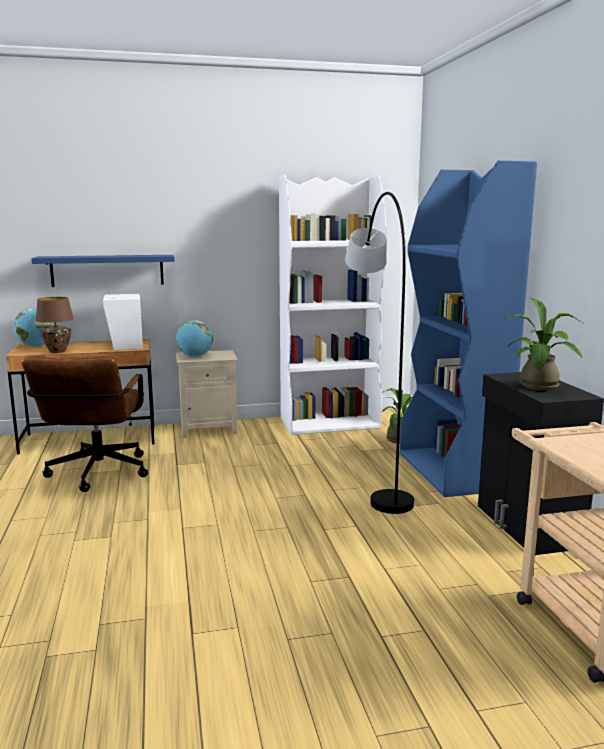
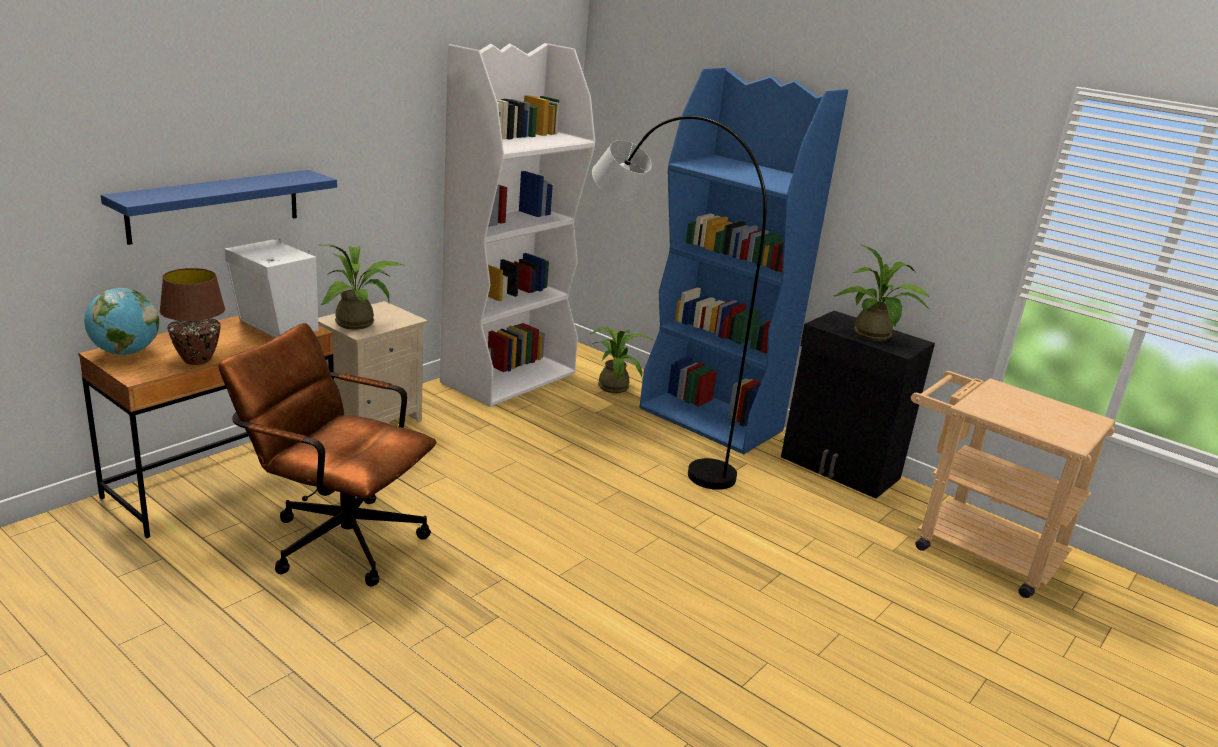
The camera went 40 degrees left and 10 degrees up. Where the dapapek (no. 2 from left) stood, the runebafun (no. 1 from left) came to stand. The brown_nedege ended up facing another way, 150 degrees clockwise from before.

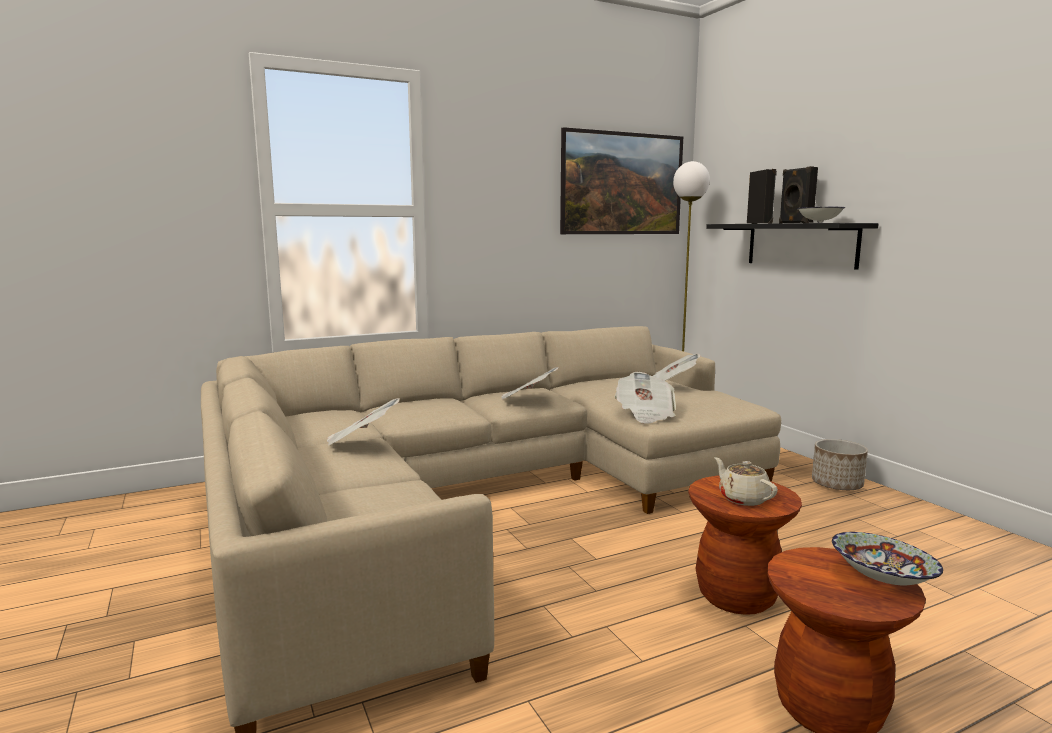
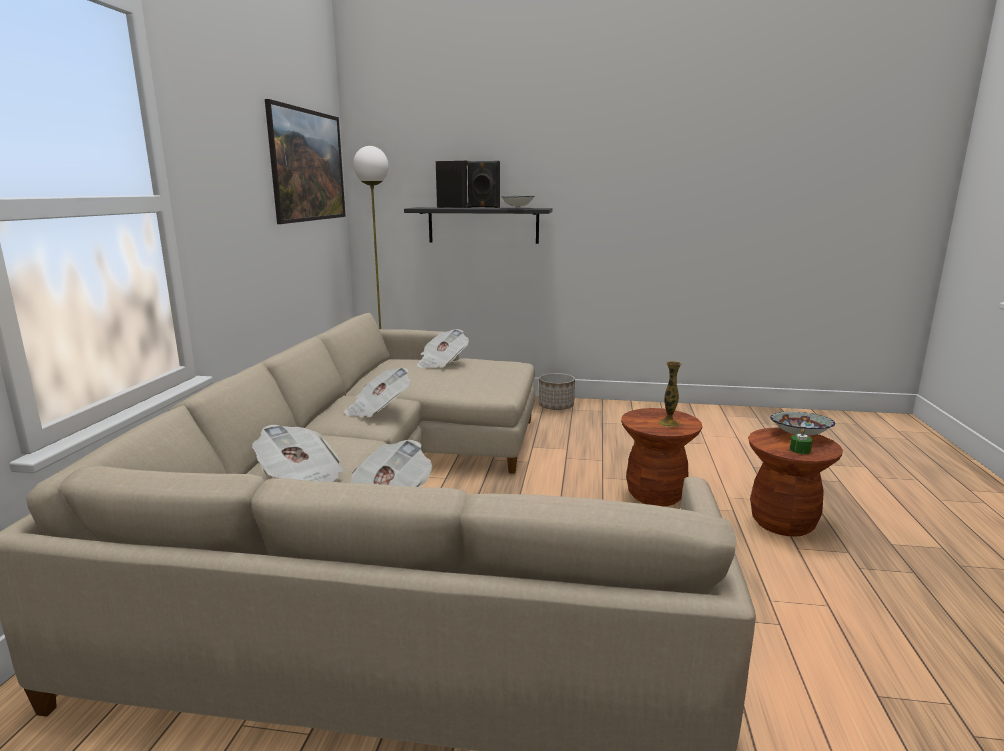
The camera went 55 degrees left and 5 degrees up. The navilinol (no. 3 from left in the first image) ended up elsewhere. Where the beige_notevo stood, the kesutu came to stand. The second view gained the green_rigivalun.

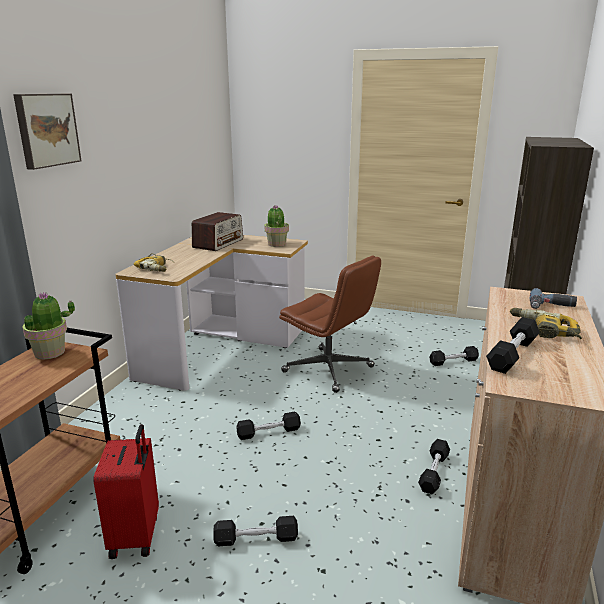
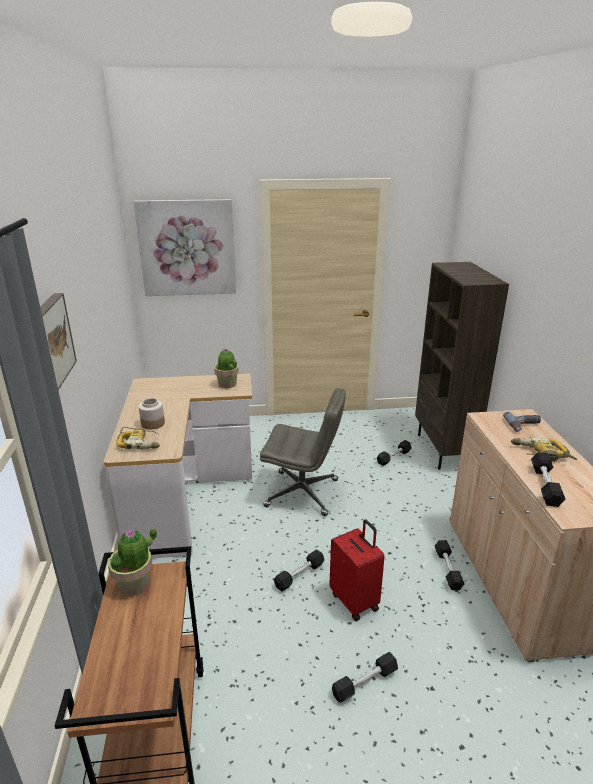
The camera went 25 degrees left and 5 degrees up. The second view lost the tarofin. What was the brown_nedege turned into the grey_nedege. The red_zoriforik ended up elsewhere. The second view gained the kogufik (no. 2 from left). The second view gained the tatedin.

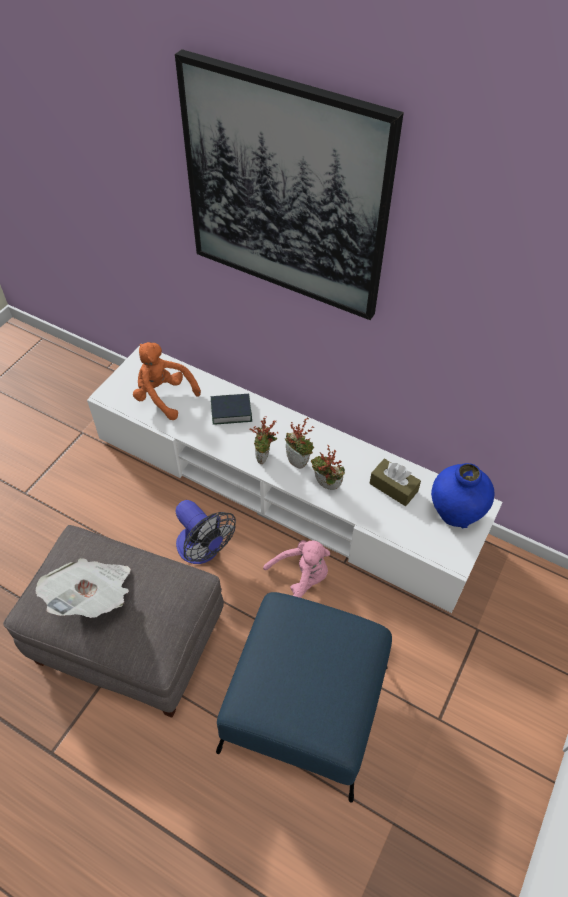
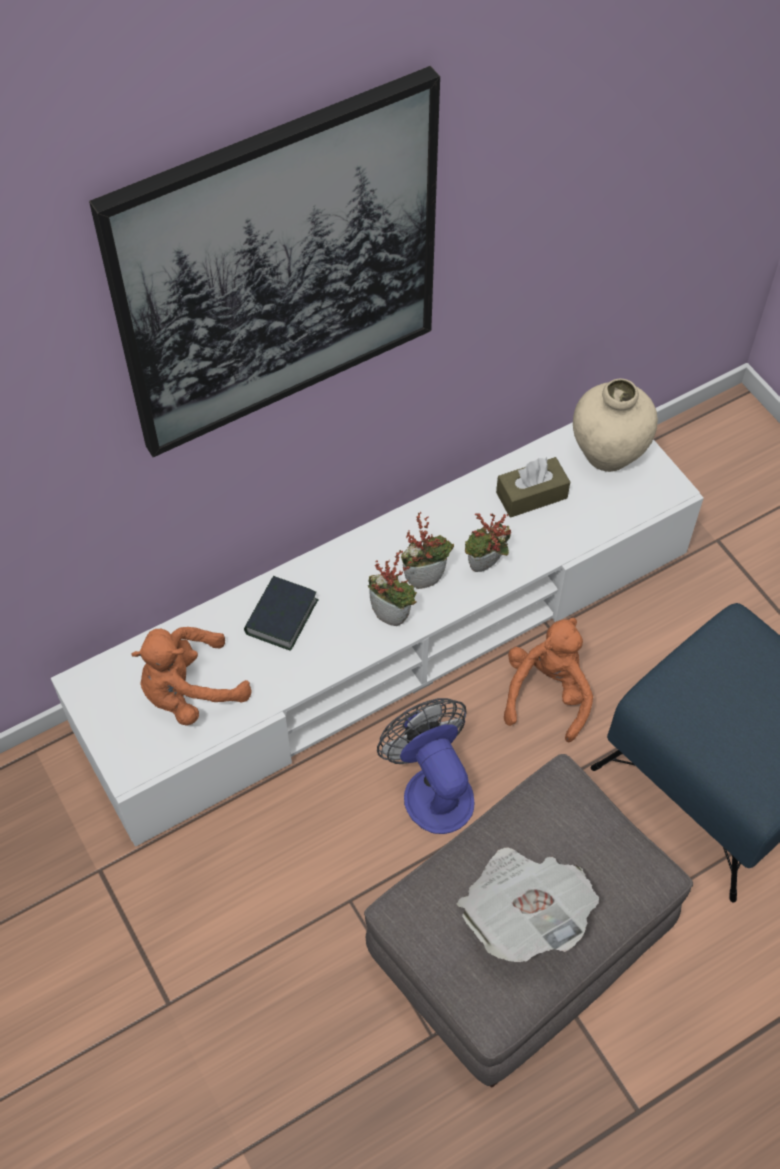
The camera went 60 degrees left and 5 degrees up. What was the blue_kesutu turned into the beige_kesutu. The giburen ended up facing another way, 105 degrees counterclockwise from before. What was the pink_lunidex turned into the orange_lunidex (no. 2 from left).

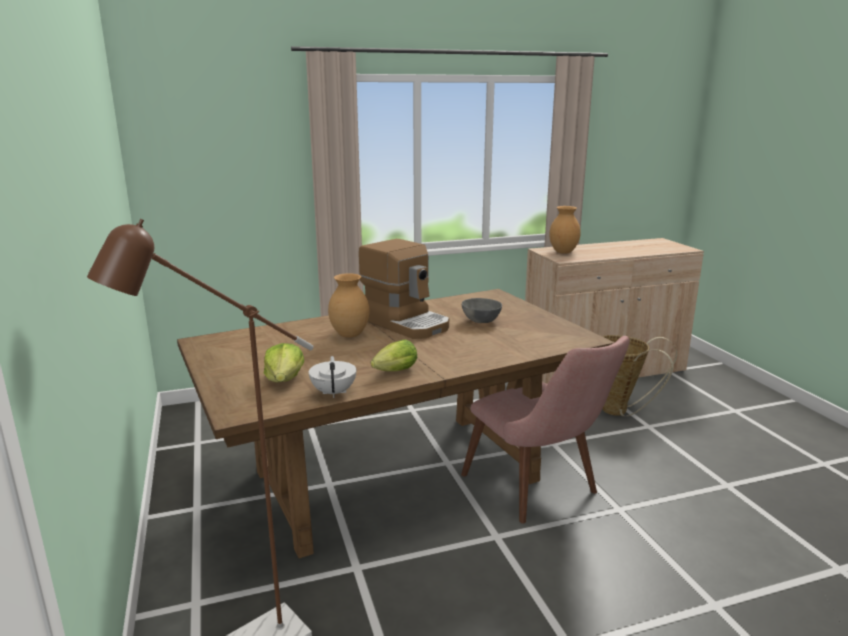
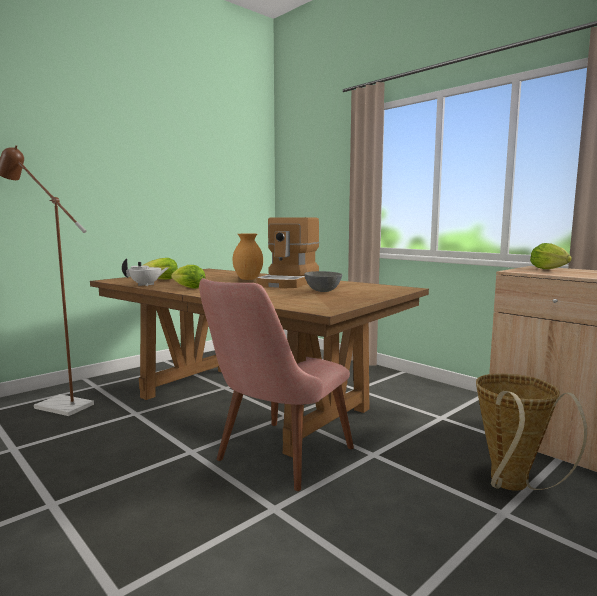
The camera went 65 degrees right and 10 degrees down. Where the brown_kesutu (no. 2 from left) stood, the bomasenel (no. 3 from left) came to stand.

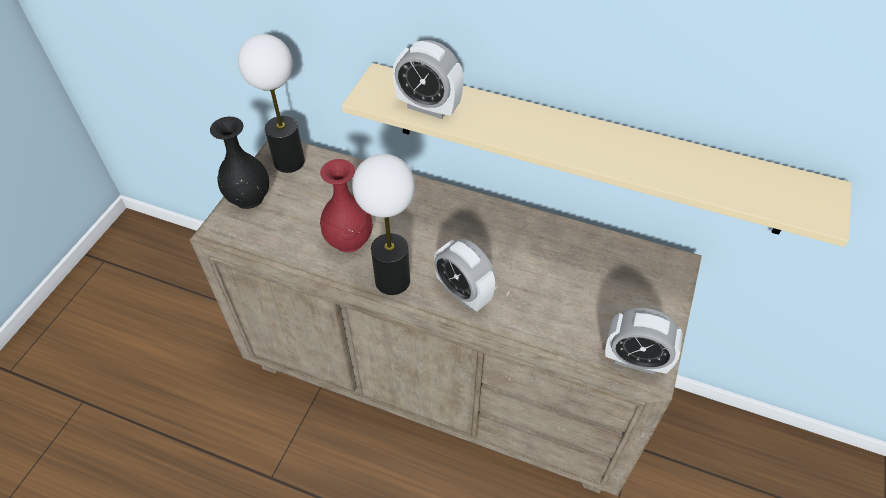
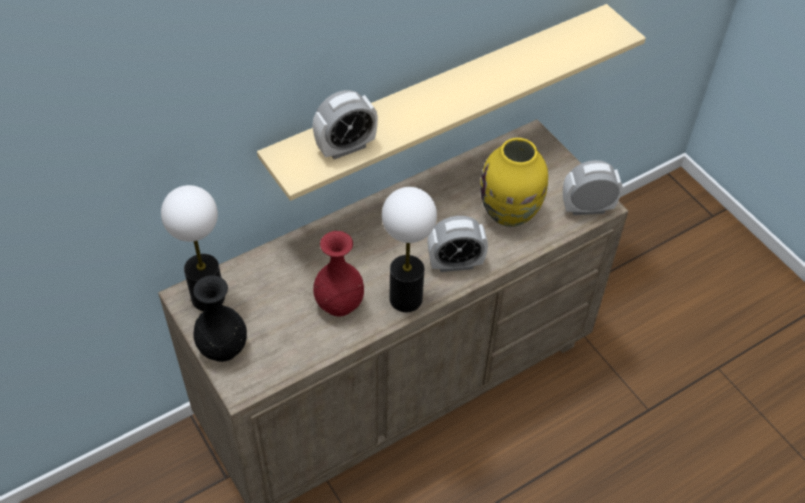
The camera went 55 degrees left and 0 degrees up. The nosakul (no. 3 from left) ended up facing another way, 150 degrees counterclockwise from before. The second view gained the yellow_kesutu.

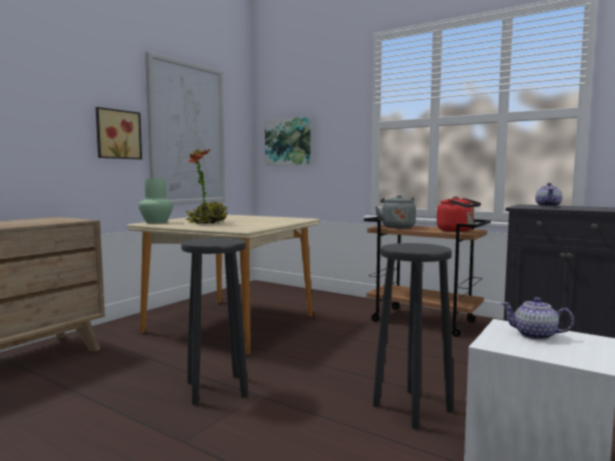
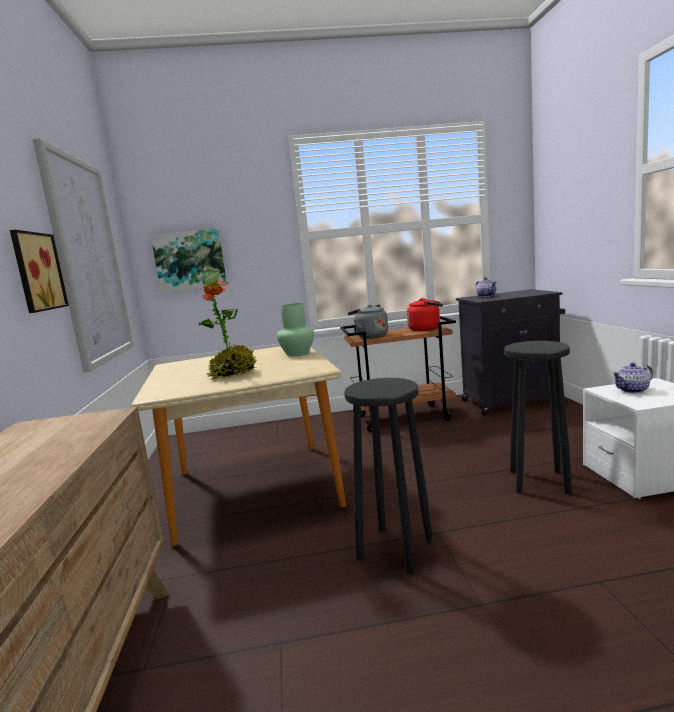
The camera went 40 degrees left and 5 degrees up. The green_kesutu ended up elsewhere.

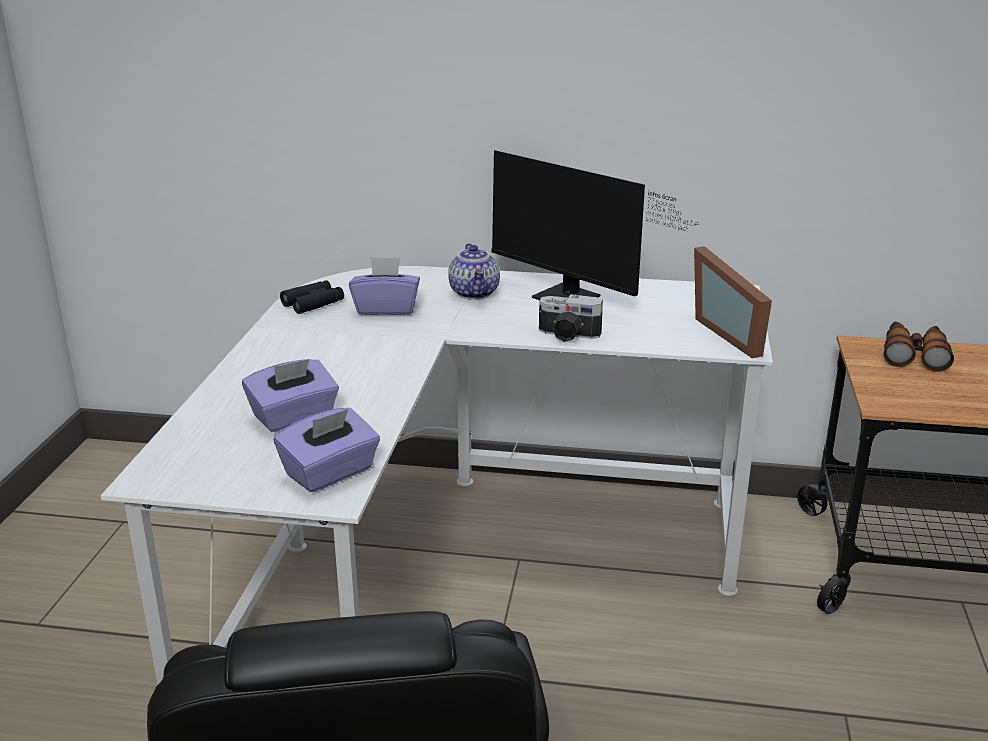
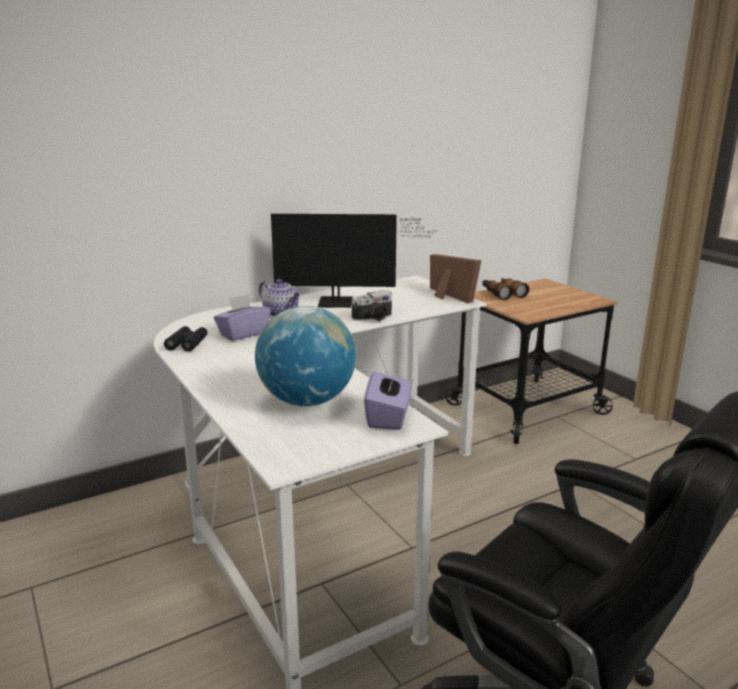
The camera went 40 degrees left and 5 degrees down. The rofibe ended up facing another way, 150 degrees counterclockwise from before. Where the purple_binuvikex (no. 1 from left) stood, the dapapek came to stand.

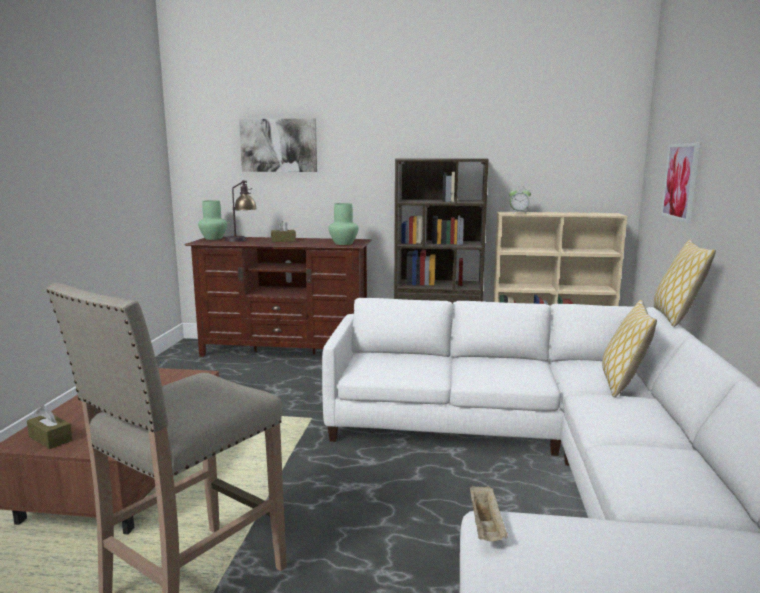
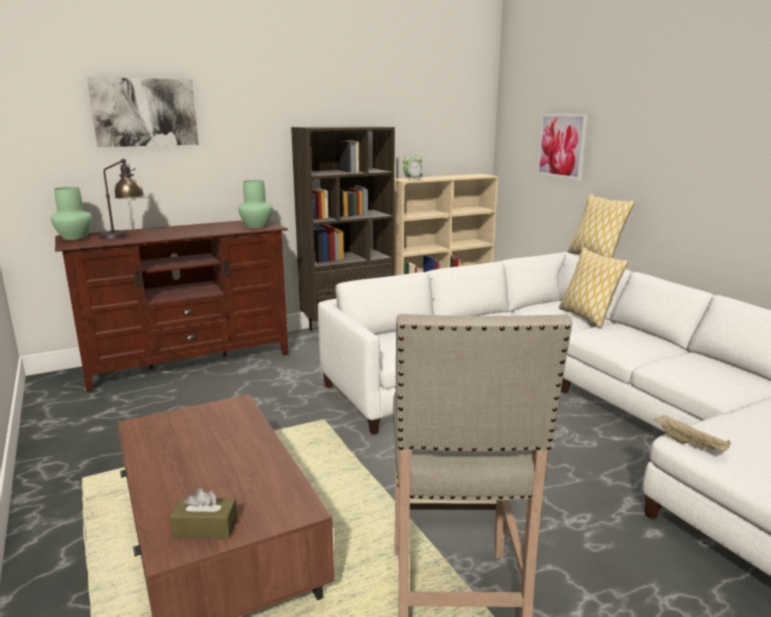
The camera went 35 degrees left and 5 degrees up. The second view lost the brown_binuvikex (no. 2 from left).

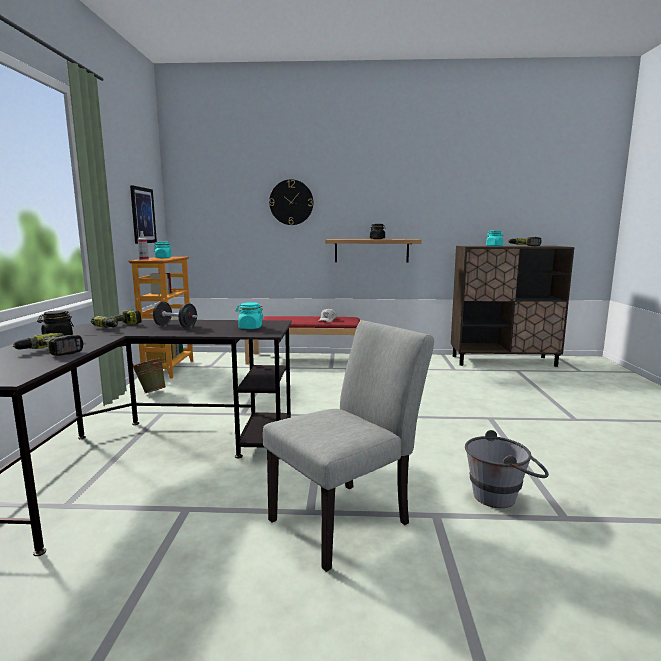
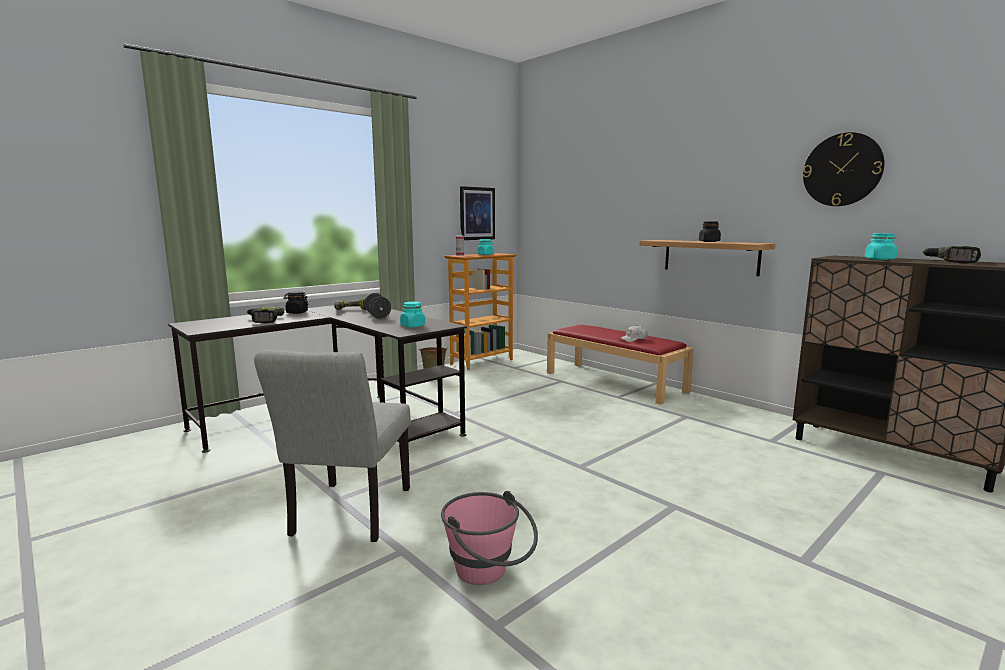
The camera went 45 degrees right and 0 degrees up. The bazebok ended up elsewhere. The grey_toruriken ended up facing another way, 90 degrees clockwise from before. What was the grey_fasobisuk turned into the pink_fasobisuk.

